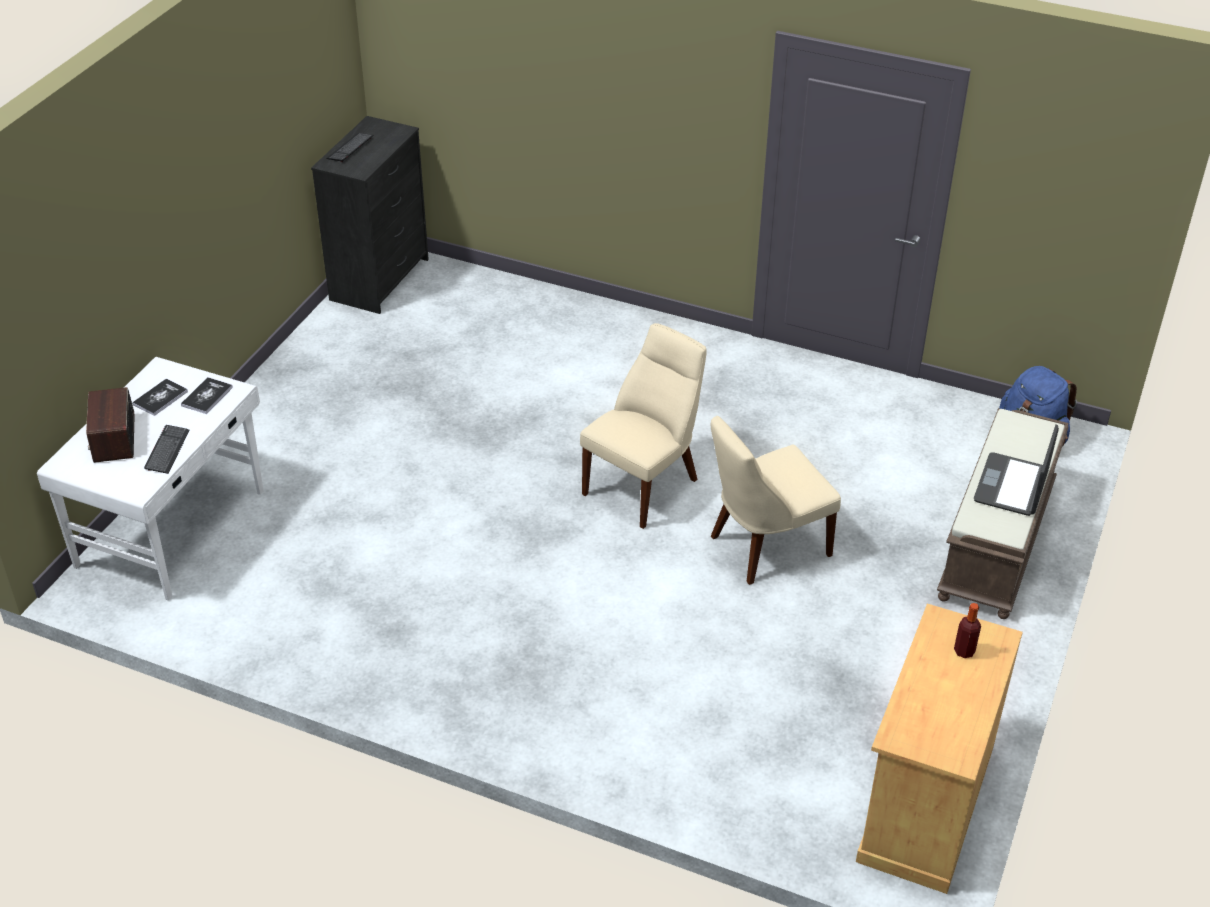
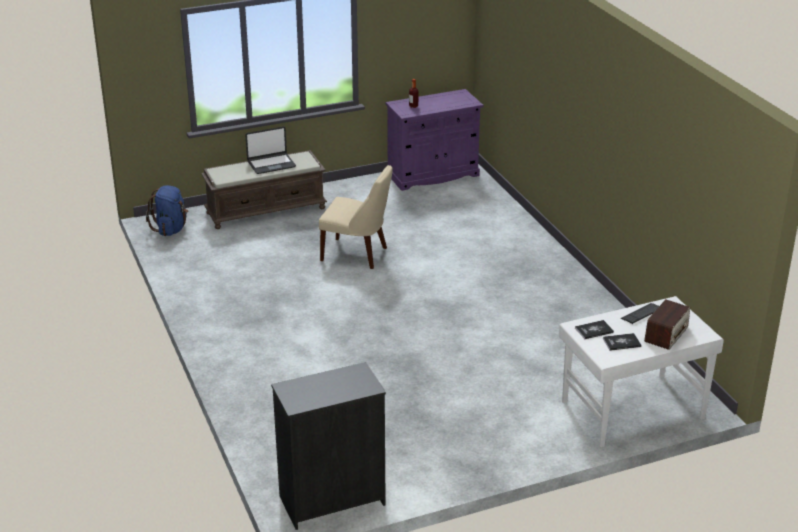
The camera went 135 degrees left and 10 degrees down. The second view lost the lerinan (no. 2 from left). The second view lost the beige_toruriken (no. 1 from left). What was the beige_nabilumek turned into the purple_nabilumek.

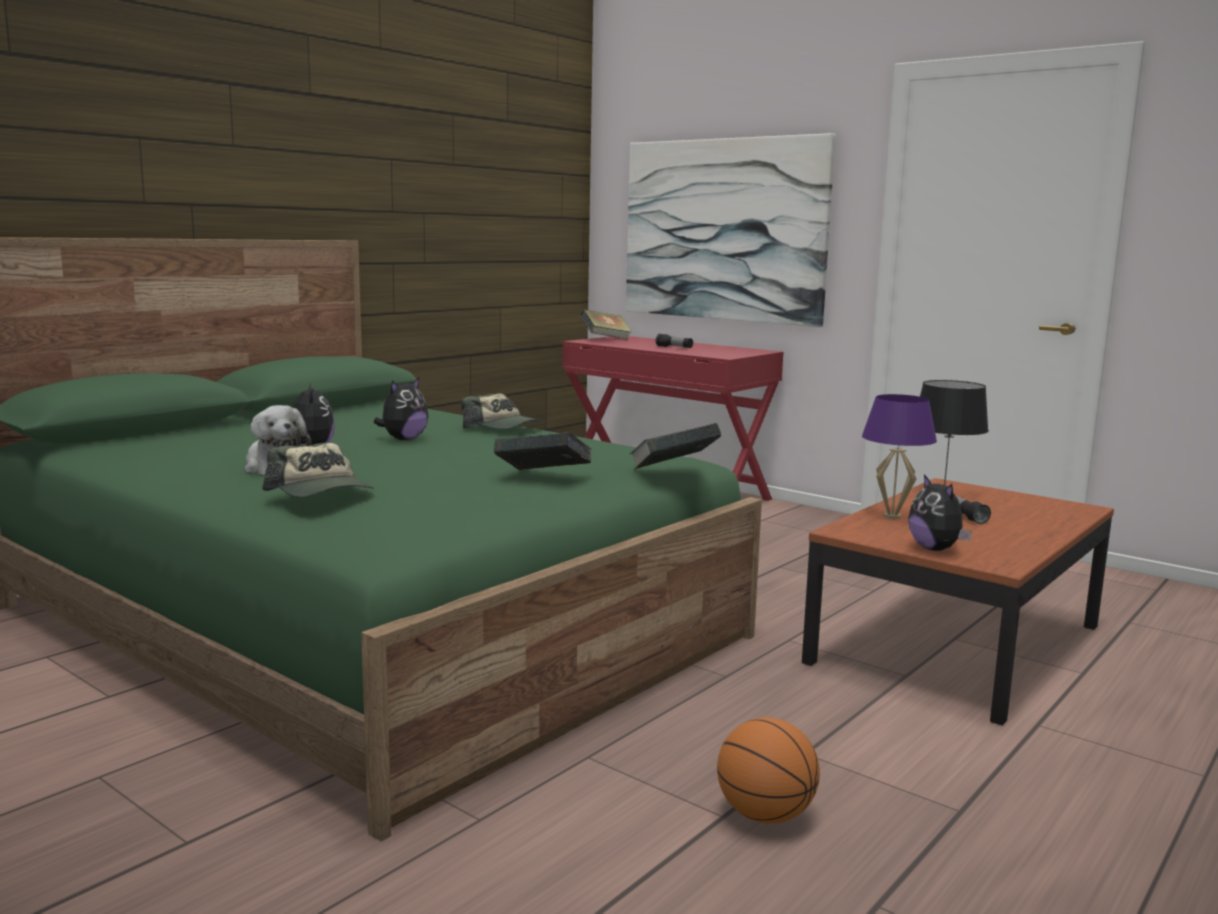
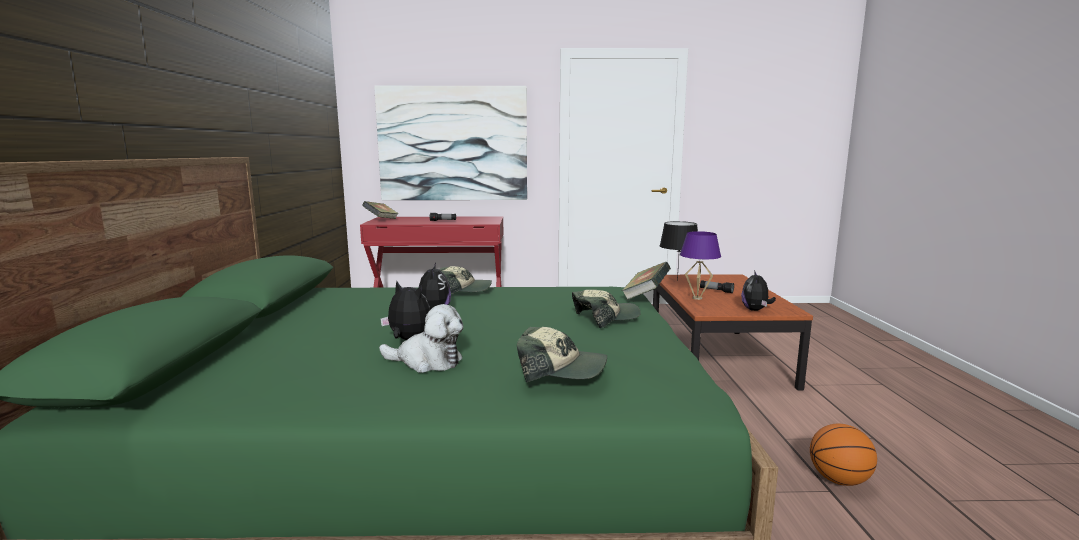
The camera went 40 degrees left and 0 degrees up. Where the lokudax (no. 1 from left) stood, the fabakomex (no. 3 from left) came to stand. The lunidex (no. 4 from left) ended up facing another way, 75 degrees clockwise from before.

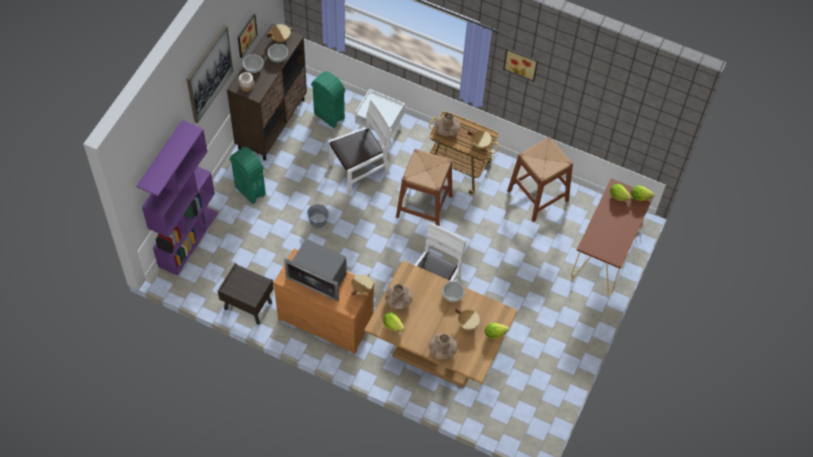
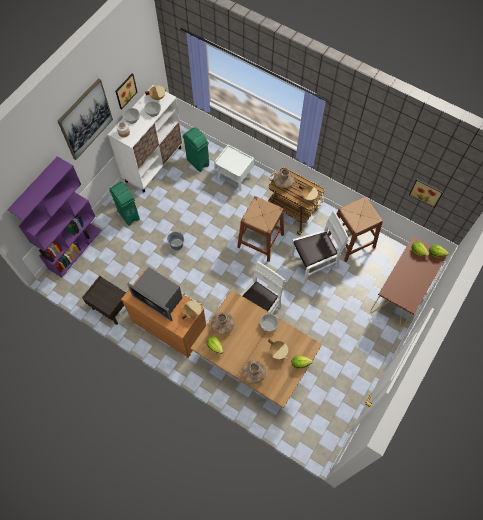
The camera went 10 degrees right and 5 degrees up. What was the brown_nabilumek turned into the white_nabilumek. The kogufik (no. 3 from left) ended up elsewhere. The white_toruriken (no. 1 from left in the first image) ended up elsewhere.

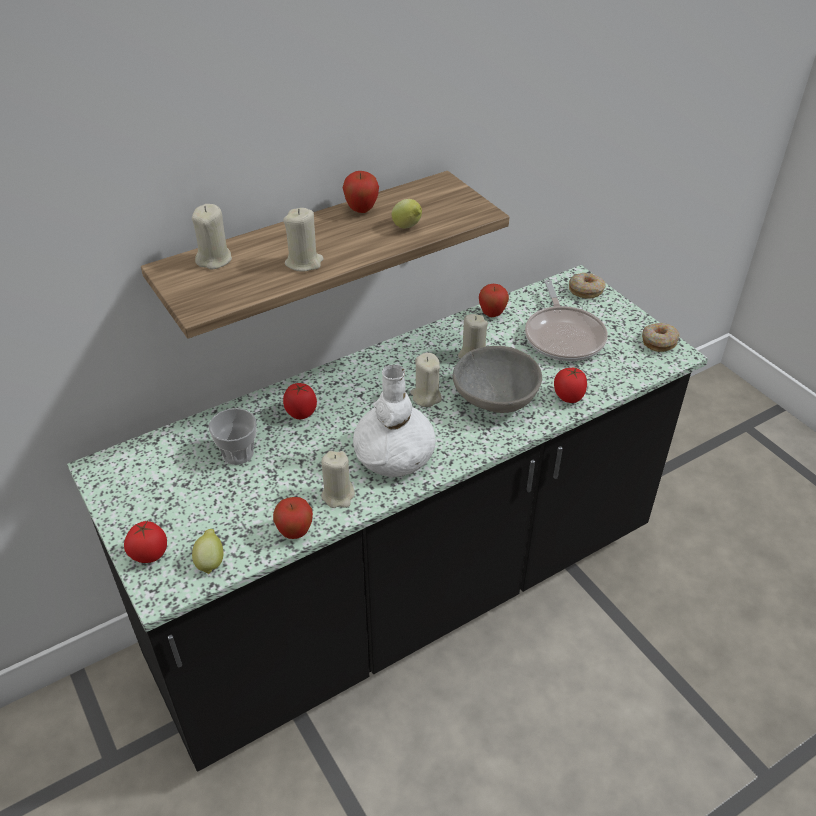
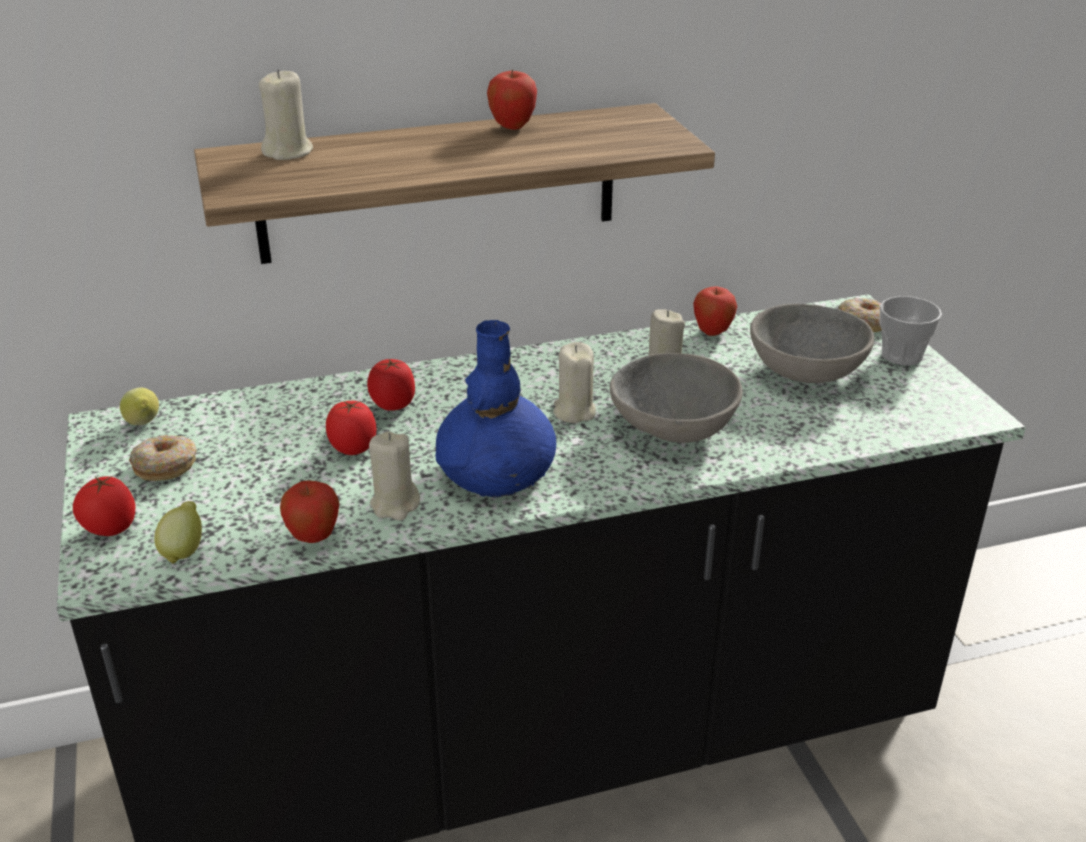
The camera went 15 degrees right and 10 degrees down. The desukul (no. 2 from left in the first image) ended up elsewhere. The second view lost the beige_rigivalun (no. 2 from left). Where the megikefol stood, the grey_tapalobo (no. 2 from left) came to stand. The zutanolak (no. 2 from left in the first image) ended up elsewhere. What was the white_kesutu turned into the blue_kesutu. The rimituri (no. 3 from left in the first image) ended up elsewhere. The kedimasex ended up elsewhere.

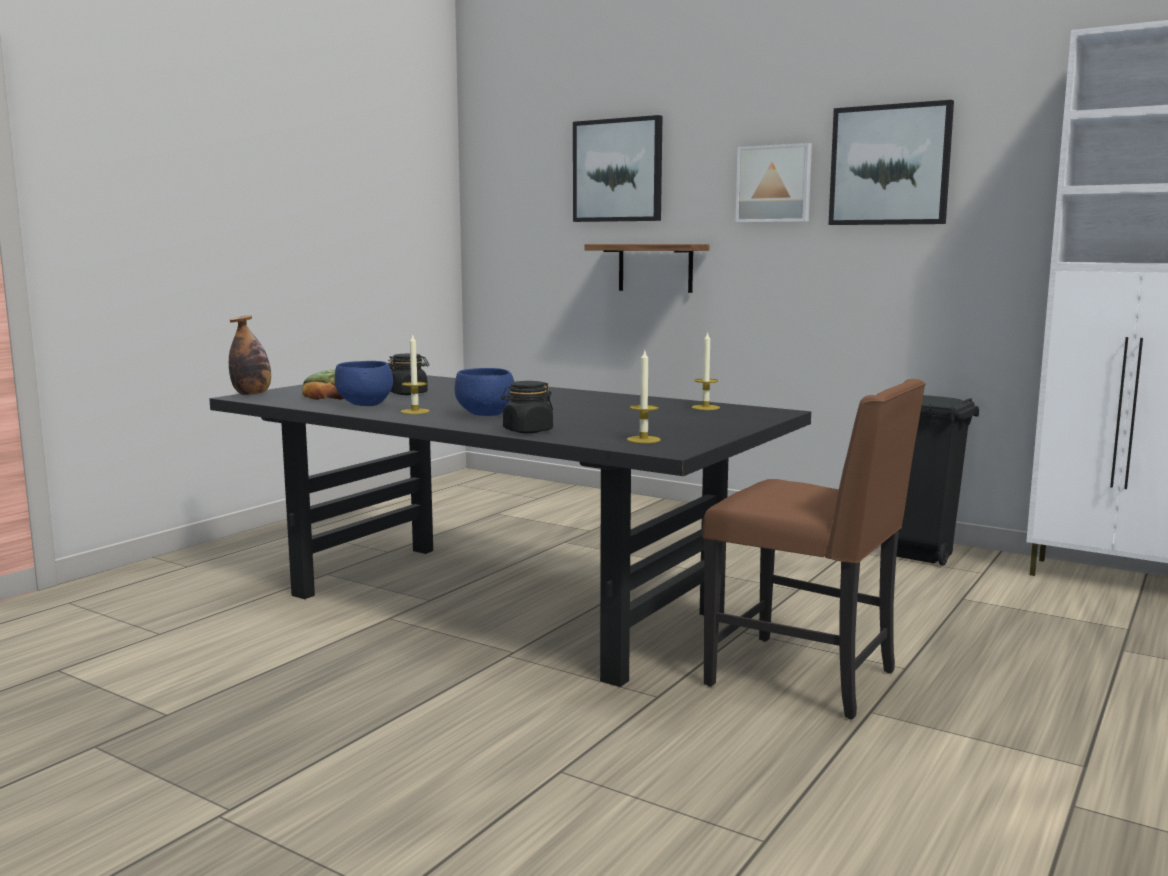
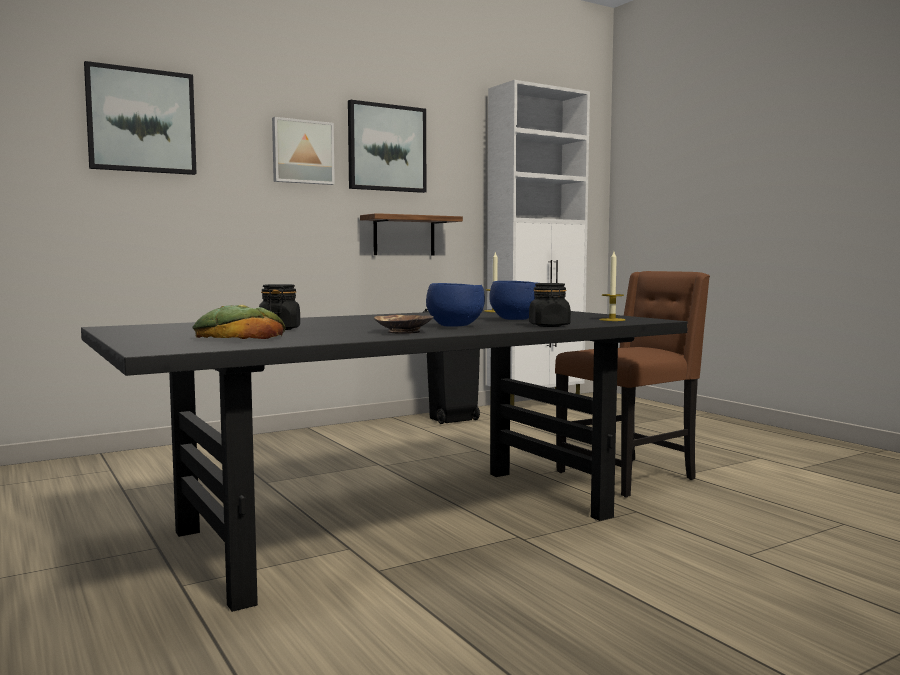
The camera went 65 degrees left and 5 degrees down. The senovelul ended up elsewhere. The second view lost the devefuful. Where the rigivalun (no. 1 from left) stood, the brown_tapalobo came to stand. The blue_tapalobo (no. 1 from left in the first image) ended up elsewhere.

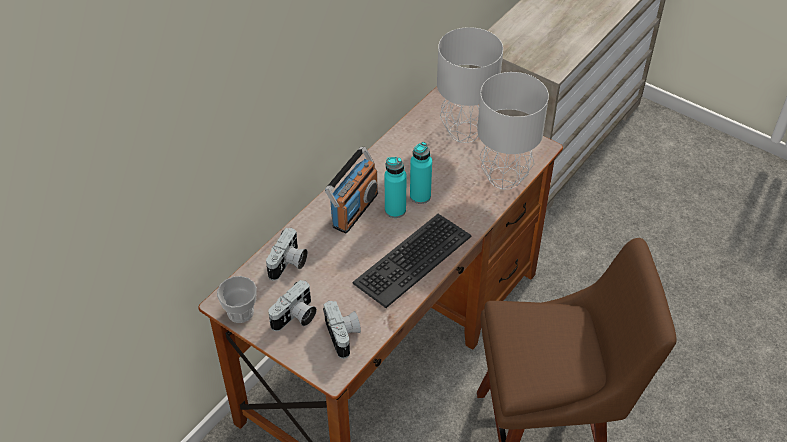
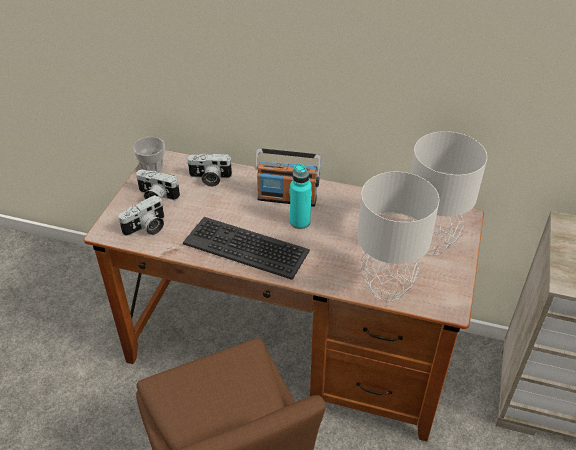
The camera went 70 degrees right and 5 degrees down. The second view lost the turquoise_devefuful (no. 2 from left).

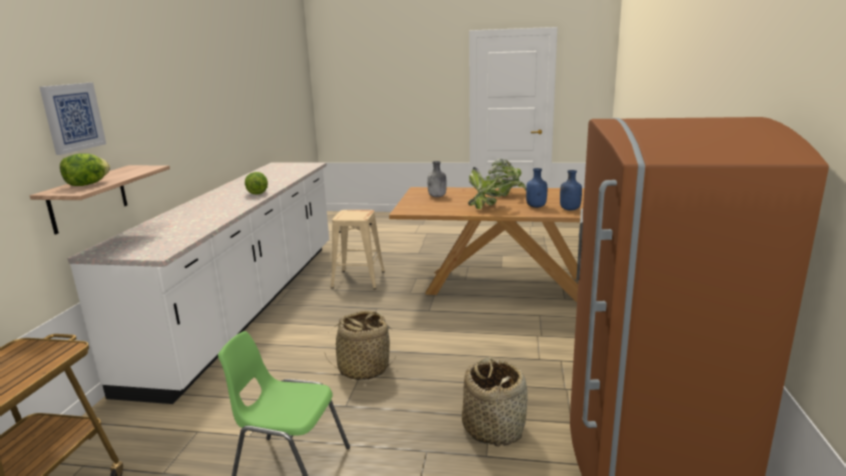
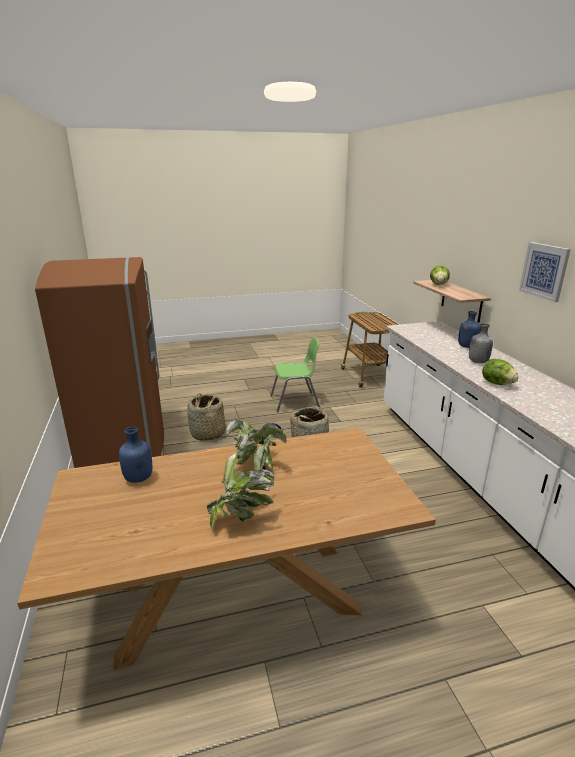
The camera went 155 degrees right and 5 degrees up. The kogufik ended up elsewhere. The grey_devefuful ended up elsewhere. The blue_devefuful (no. 1 from left in the first image) ended up elsewhere. The second view lost the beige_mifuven.

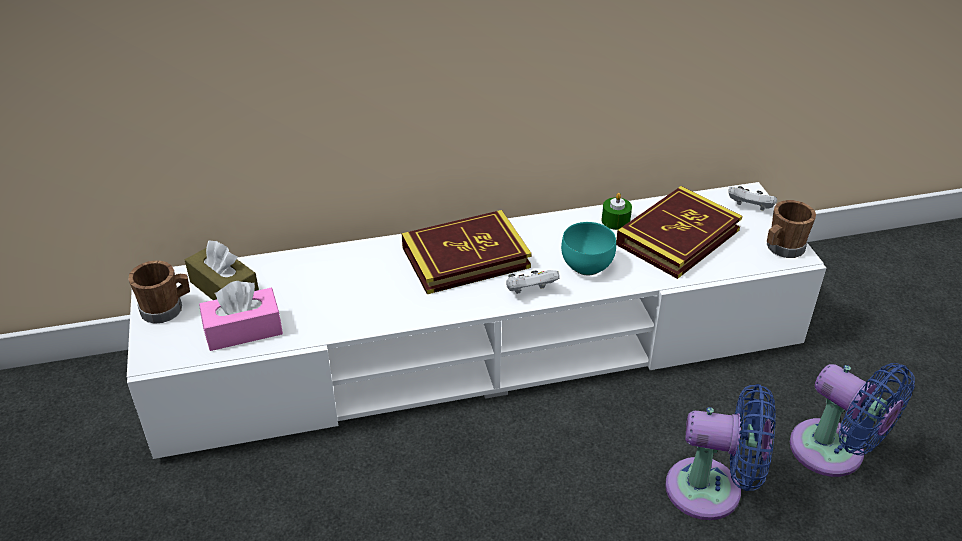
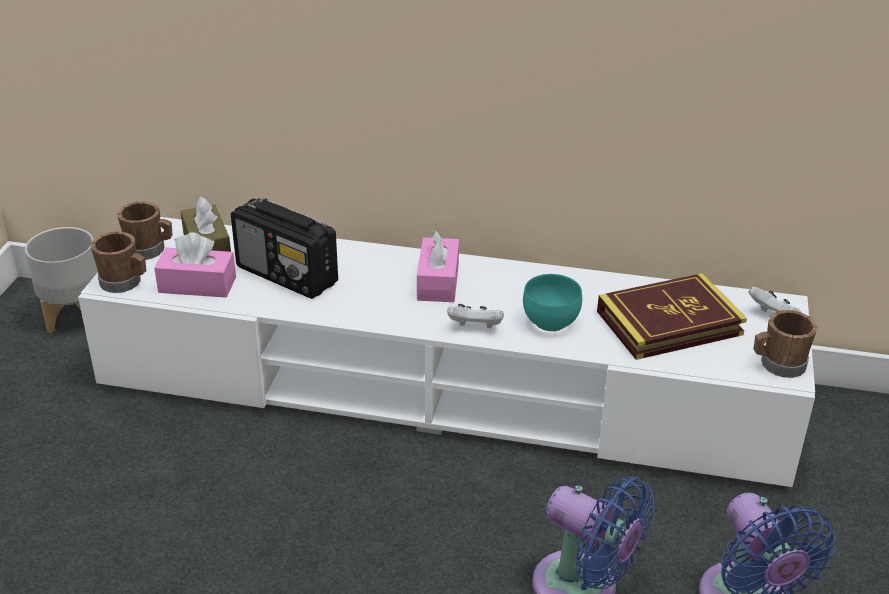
The camera went 25 degrees right and 5 degrees down. The second view lost the green_rigivalun. Where the lokudax (no. 1 from left) stood, the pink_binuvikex (no. 2 from left) came to stand. The second view gained the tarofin. The second view gained the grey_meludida. The second view gained the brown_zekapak (no. 1 from left).

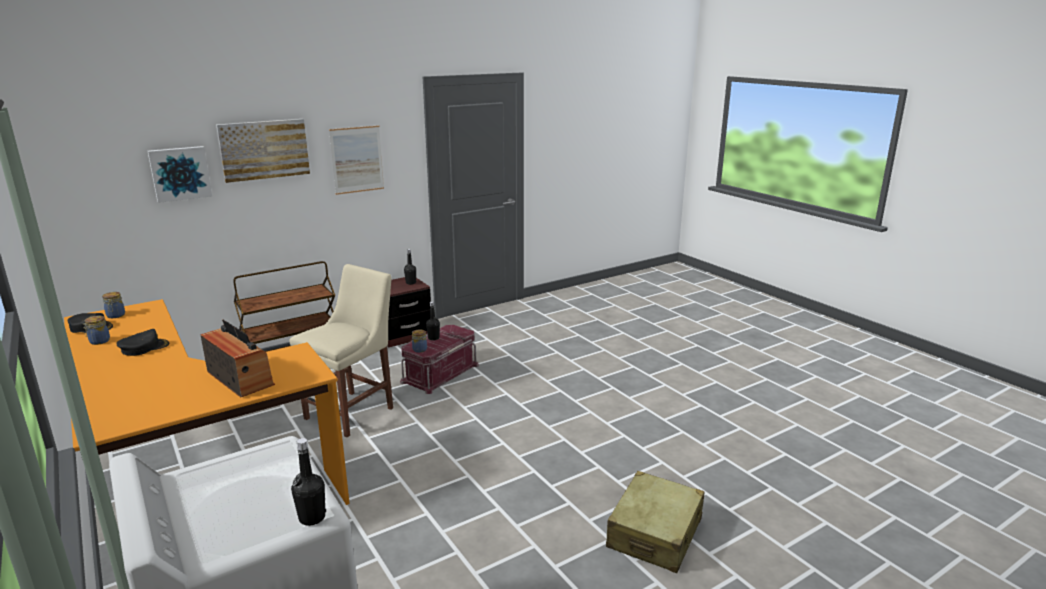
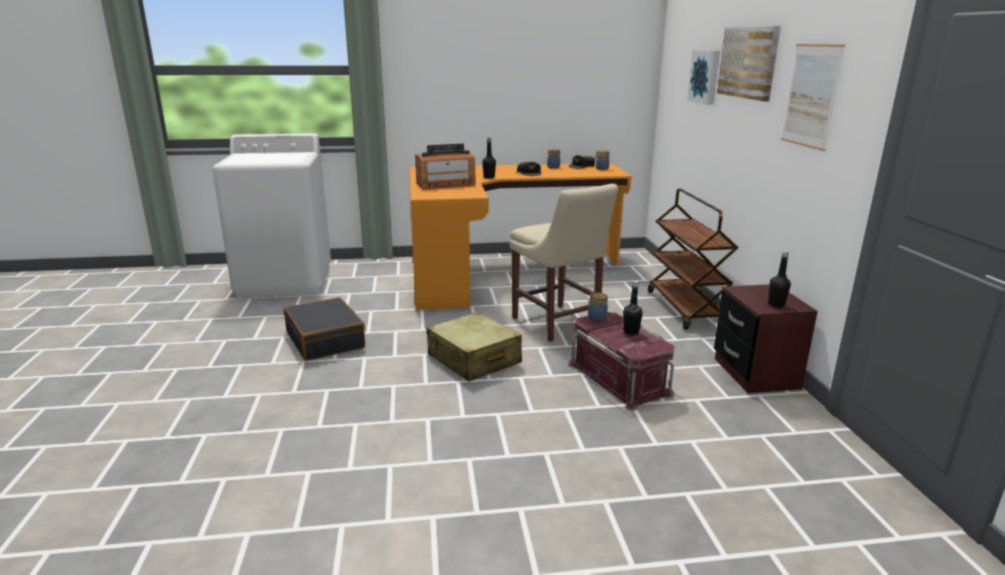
The camera went 115 degrees right and 0 degrees up. The black_devefuful (no. 1 from left) ended up elsewhere. The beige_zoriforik ended up elsewhere. The second view gained the black_zoriforik.

